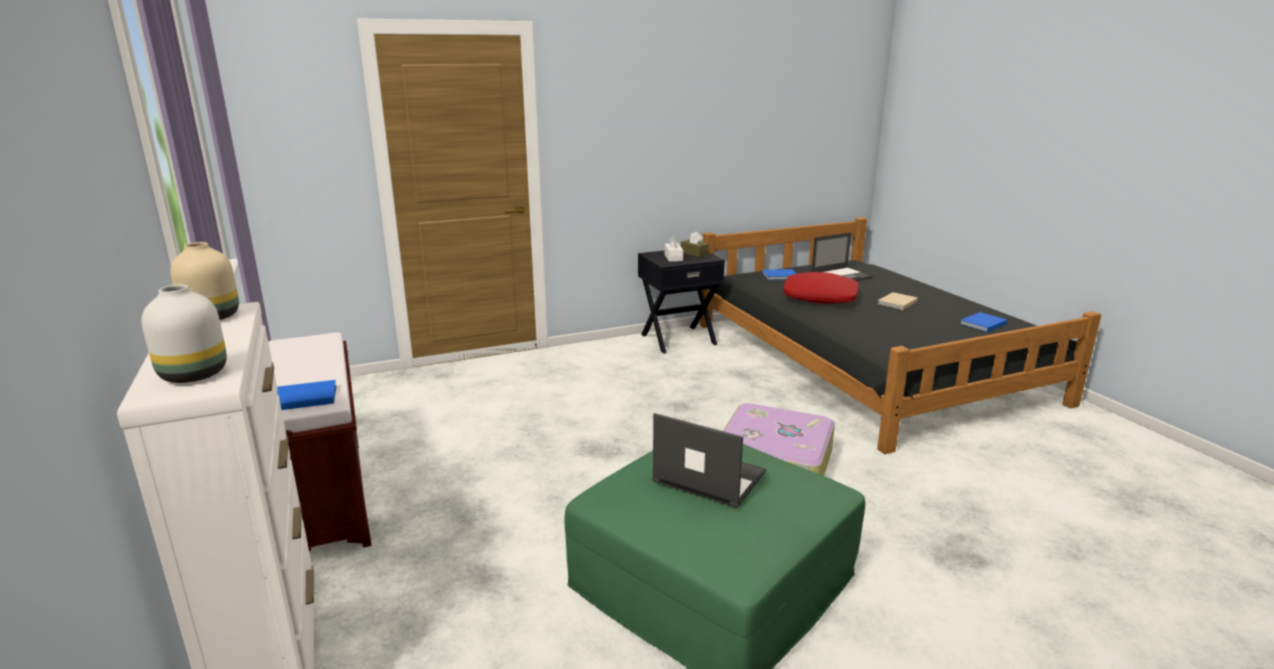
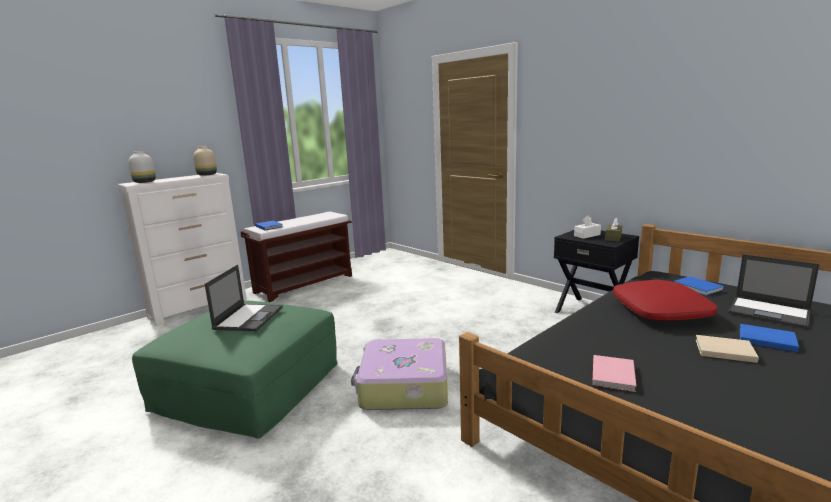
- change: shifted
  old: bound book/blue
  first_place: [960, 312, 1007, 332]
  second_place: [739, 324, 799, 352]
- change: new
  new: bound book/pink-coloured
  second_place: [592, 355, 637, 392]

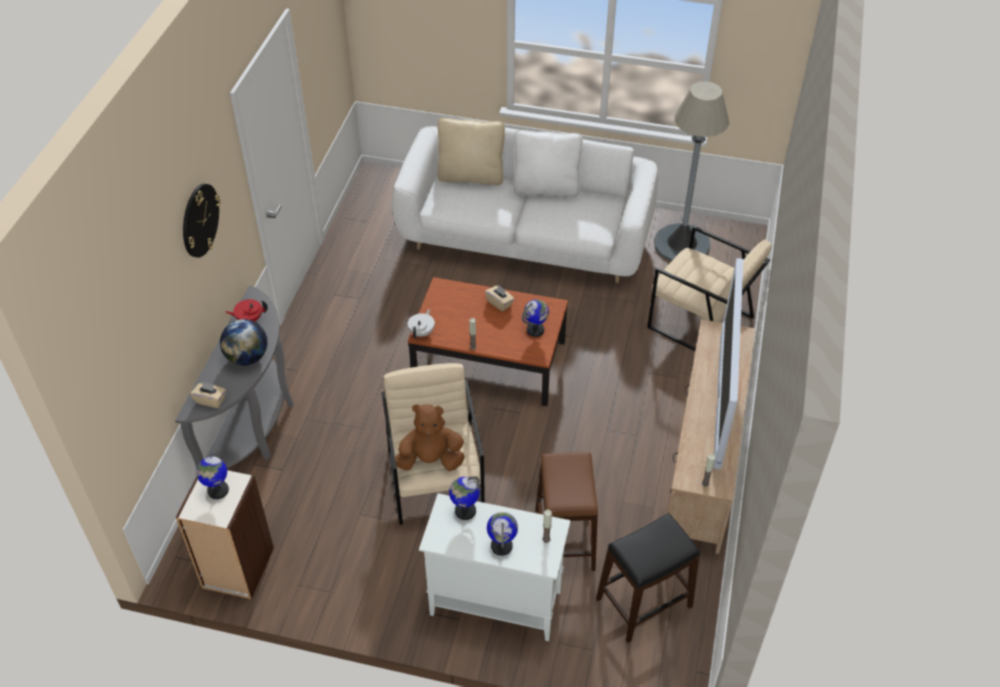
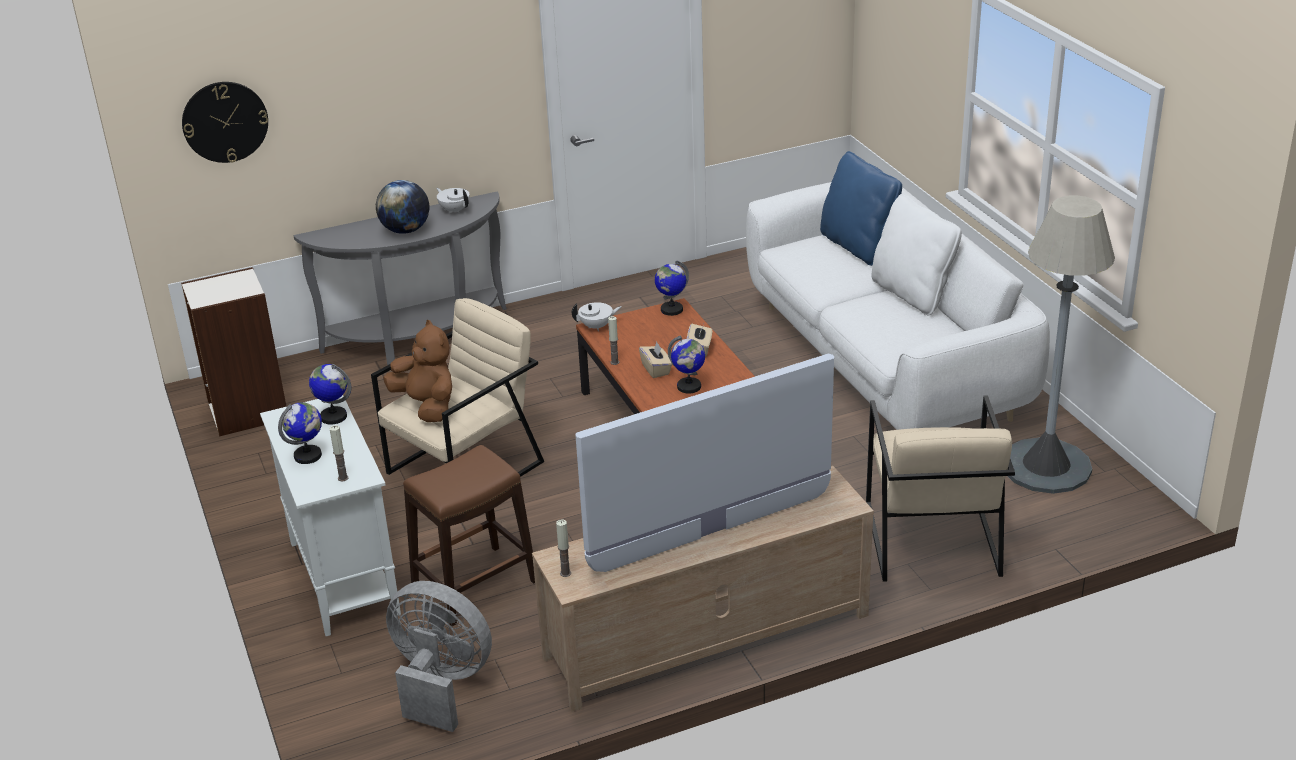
- change: repainted
  old: pillow/beige-coloured
  new: pillow/blue
  first_place: [437, 118, 505, 185]
  second_place: [820, 151, 902, 266]
- change: shifted
  old: hanging clock
  first_place: [183, 184, 221, 258]
  second_place: [182, 82, 268, 163]
- change: repainted
  old: pot for tea/red
  new: pot for tea/white-coloured
  first_place: [225, 299, 268, 322]
  second_place: [436, 188, 470, 213]
- change: shifted
  old: tissue box/beige-coloured
  first_place: [190, 381, 226, 408]
  second_place: [639, 342, 672, 378]
- change: shifted
  old: globe
  first_place: [196, 452, 229, 499]
  second_place: [655, 261, 689, 316]
- change: swapped
  old: stool seat/blackish
  new: cooling fan/greyish
  first_place: [596, 513, 700, 643]
  second_place: [386, 581, 492, 732]

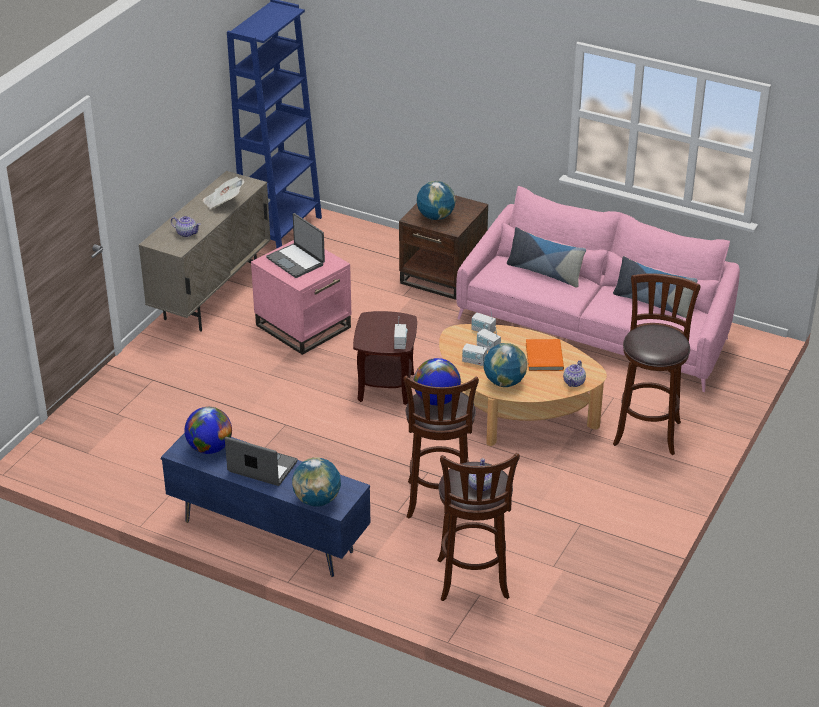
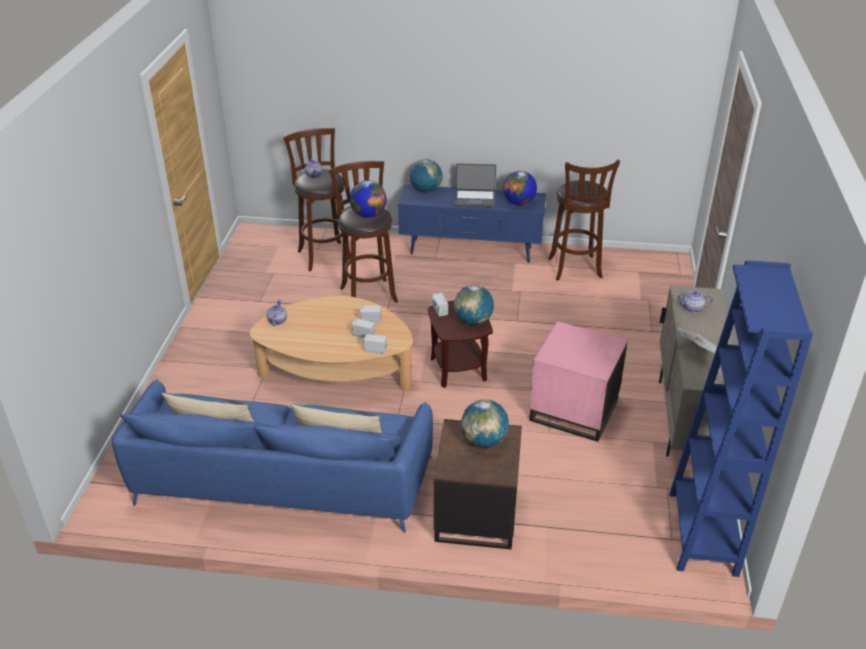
- change: repainted
  old: couch/pink-coloured
  new: couch/blue
  first_place: [456, 186, 740, 392]
  second_place: [112, 379, 433, 533]
- change: gone
  old: laptop
  first_place: [266, 213, 325, 278]
- change: shifted
  old: stool seat/brown
  first_place: [613, 273, 701, 455]
  second_place: [548, 160, 620, 281]
- change: gone
  old: bound book/orangey
  first_place: [526, 339, 564, 371]
- change: shifted
  old: globe
  first_place: [483, 343, 527, 387]
  second_place: [454, 285, 494, 325]

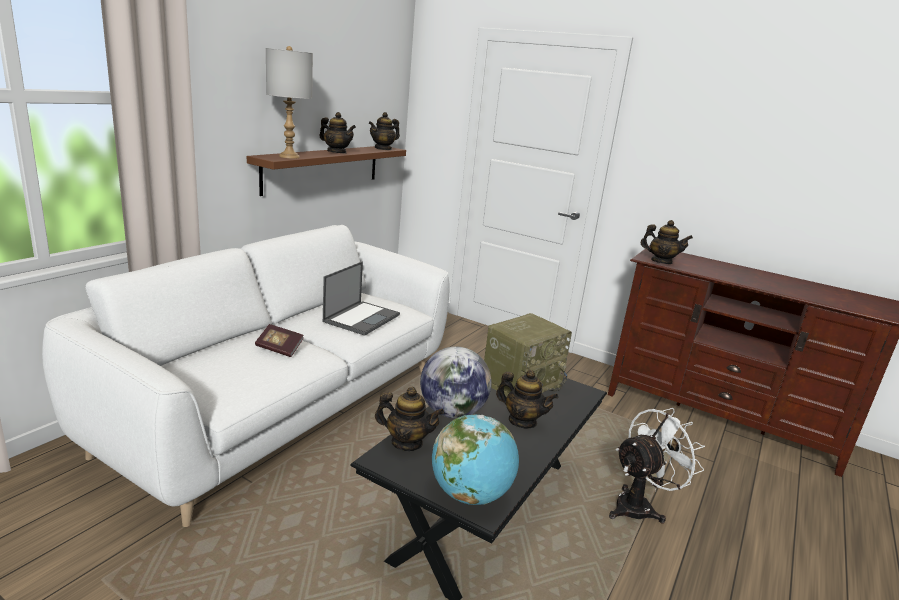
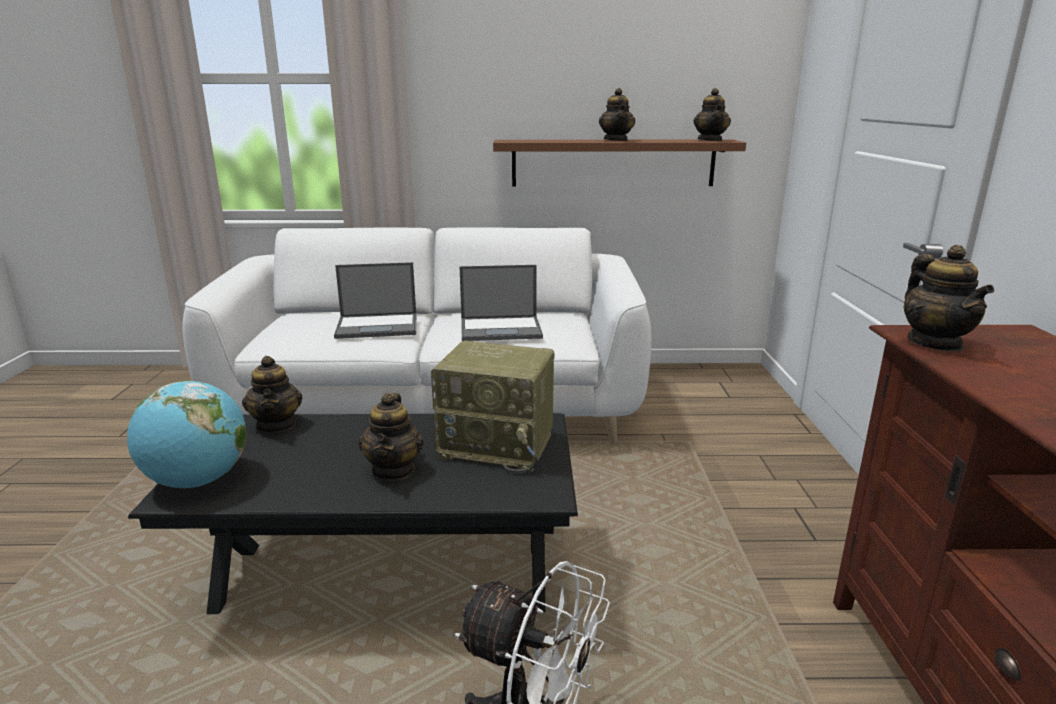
- change: gone
  old: lamp for a table/greyish
  first_place: [266, 46, 313, 159]
- change: rotated
  old: pot for tea
  first_place: [369, 112, 400, 150]
  second_place: [693, 88, 731, 141]
  degrees: -105
- change: swapped
  old: bound book
  new: laptop
  first_place: [255, 324, 304, 357]
  second_place: [334, 262, 416, 339]
- change: gone
  old: globe
  first_place: [420, 347, 492, 418]

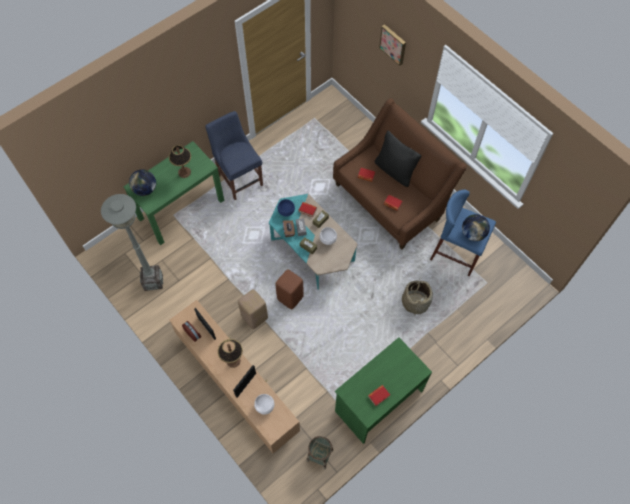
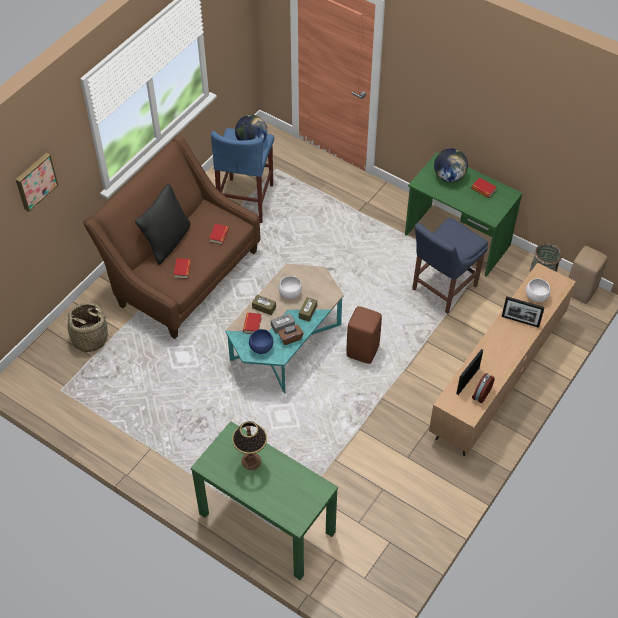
- change: shifted
  old: plain chair/blue
  first_place: [205, 111, 263, 200]
  second_place: [412, 217, 488, 314]
- change: shifted
  old: globe
  first_place: [129, 169, 156, 196]
  second_place: [434, 148, 468, 182]
- change: gone
  old: standing lamp/greyish
  first_place: [101, 194, 163, 291]
- change: shifted
  old: basket
  first_place: [402, 277, 433, 315]
  second_place: [60, 302, 113, 352]
- change: shifted
  old: stool seat/beige-coloured
  first_place: [238, 289, 268, 329]
  second_place: [568, 246, 608, 304]
- change: gone
  old: lamp for a table
  first_place: [218, 339, 243, 368]

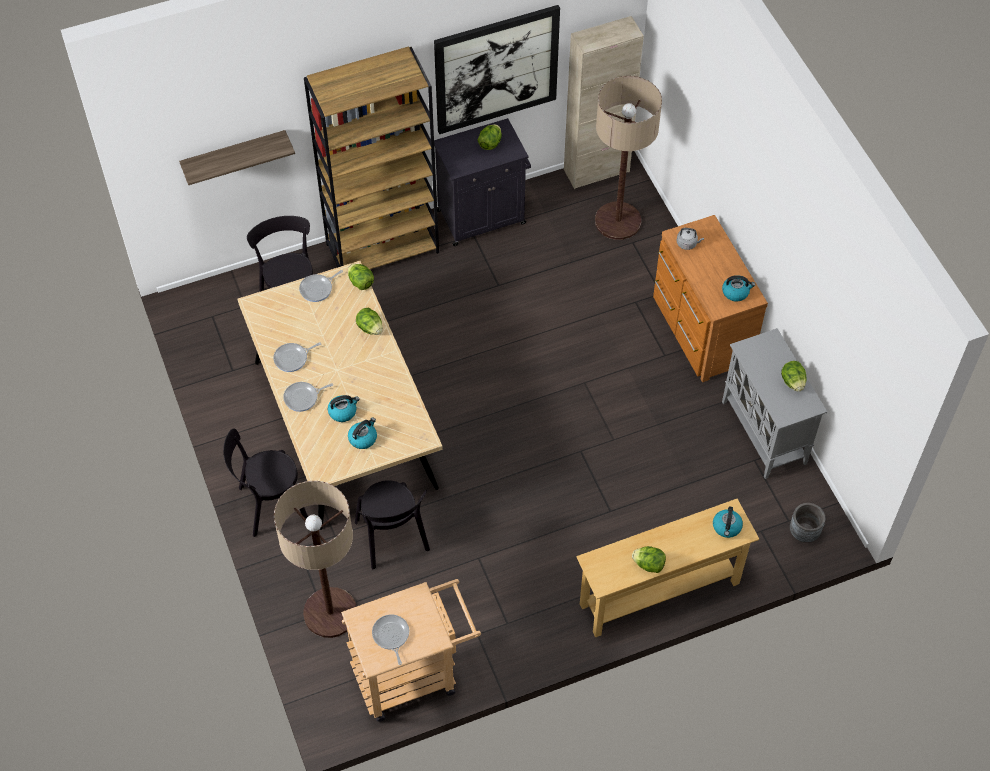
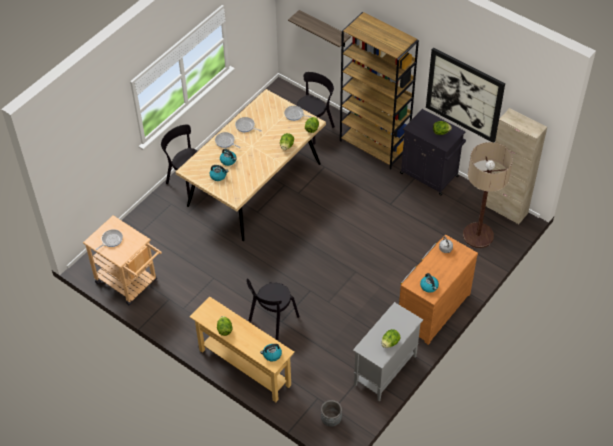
- change: shifted
  old: plain chair/blackish
  first_place: [355, 480, 430, 569]
  second_place: [247, 279, 300, 340]
- change: gone
  old: standing lamp
  first_place: [274, 481, 357, 638]

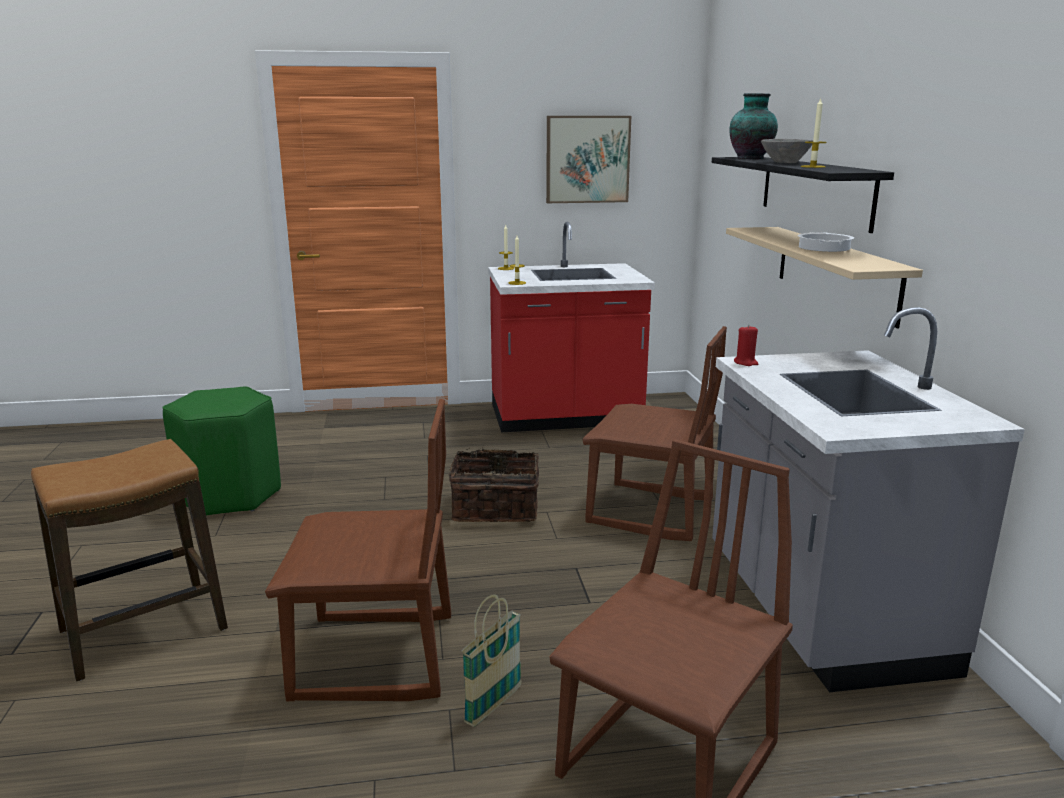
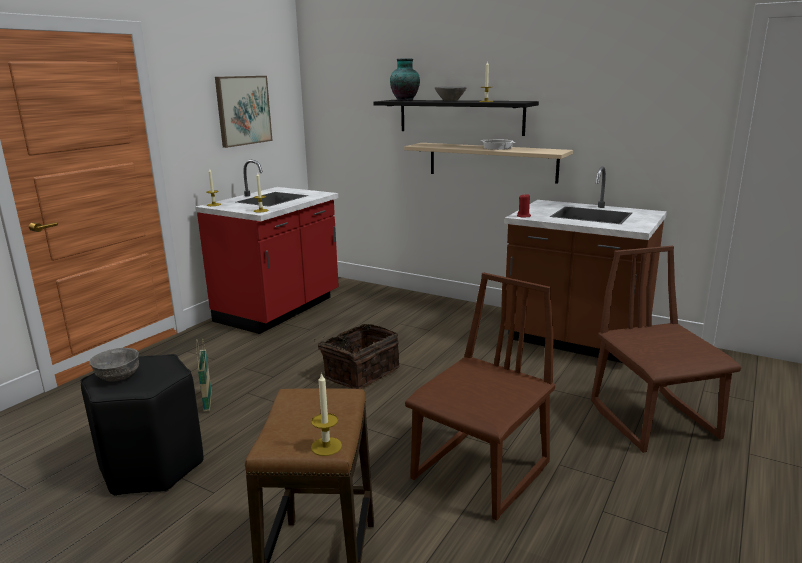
- change: repainted
  old: kitchen base unit/greyish
  new: kitchen base unit/brown
  first_place: [712, 307, 1025, 692]
  second_place: [505, 167, 667, 363]
- change: gone
  old: plain chair/brown
  first_place: [583, 326, 727, 541]
- change: repainted
  old: stool seat/green-coloured
  new: stool seat/blackish
  first_place: [162, 386, 281, 516]
  second_place: [80, 354, 203, 496]
- change: shifted
  old: basket
  first_place: [461, 594, 522, 727]
  second_place: [196, 339, 212, 412]
- change: new
  new: serving bowl/greyish
  second_place: [89, 348, 139, 381]
- change: new
  new: wax candle
  second_place: [311, 372, 342, 456]

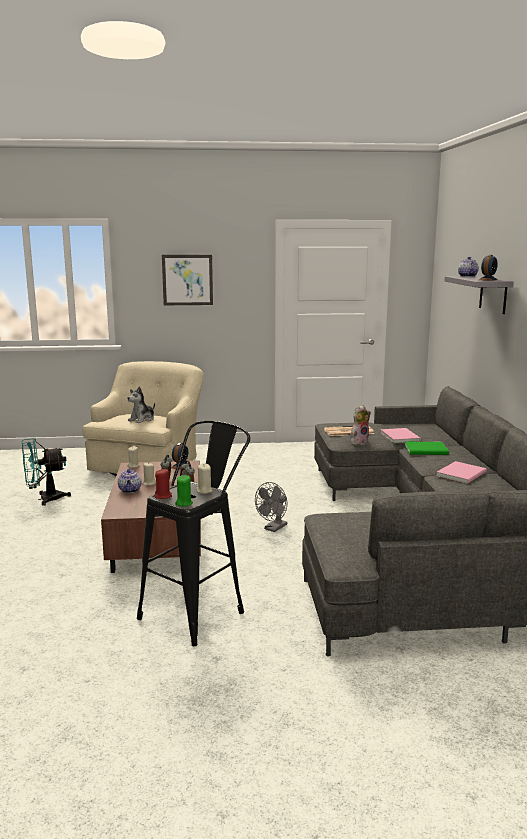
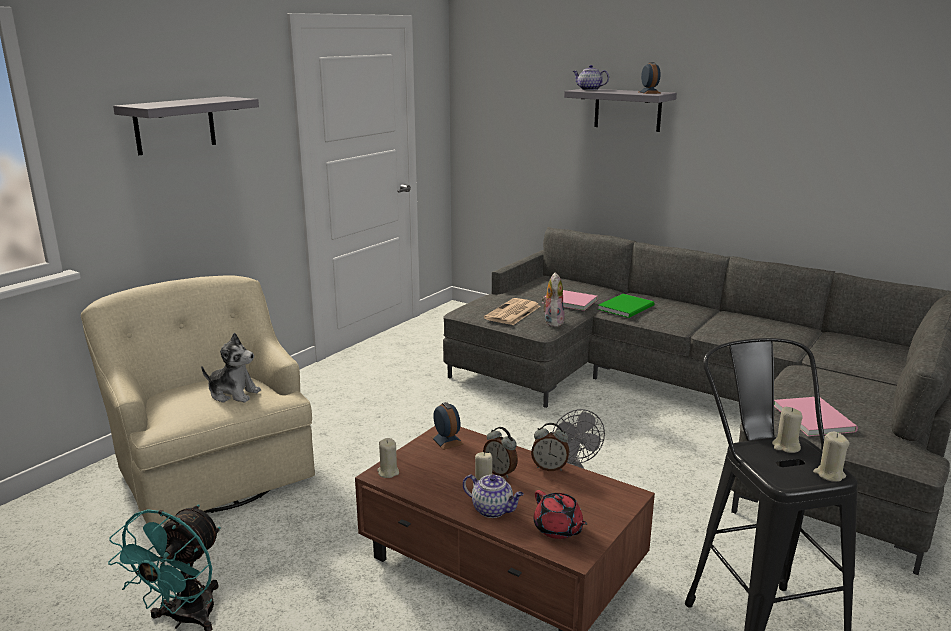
- change: swapped
  old: picture
  new: wall shelf/greyish
  first_place: [162, 255, 213, 305]
  second_place: [113, 96, 259, 155]
- change: rotated
  old: plush toy
  first_place: [128, 386, 155, 423]
  second_place: [201, 333, 261, 402]
  degrees: -60
- change: shifted
  old: bound book/pink-coloured
  first_place: [436, 461, 487, 484]
  second_place: [774, 397, 858, 436]
- change: gone
  old: wax candle/red
  first_place: [155, 469, 172, 499]
- change: repainted
  old: wax candle/green-coloured
  new: wax candle/beige-coloured
  first_place: [175, 475, 193, 507]
  second_place: [813, 432, 850, 482]
- change: new
  new: pot for tea/red
  second_place: [534, 490, 587, 539]

